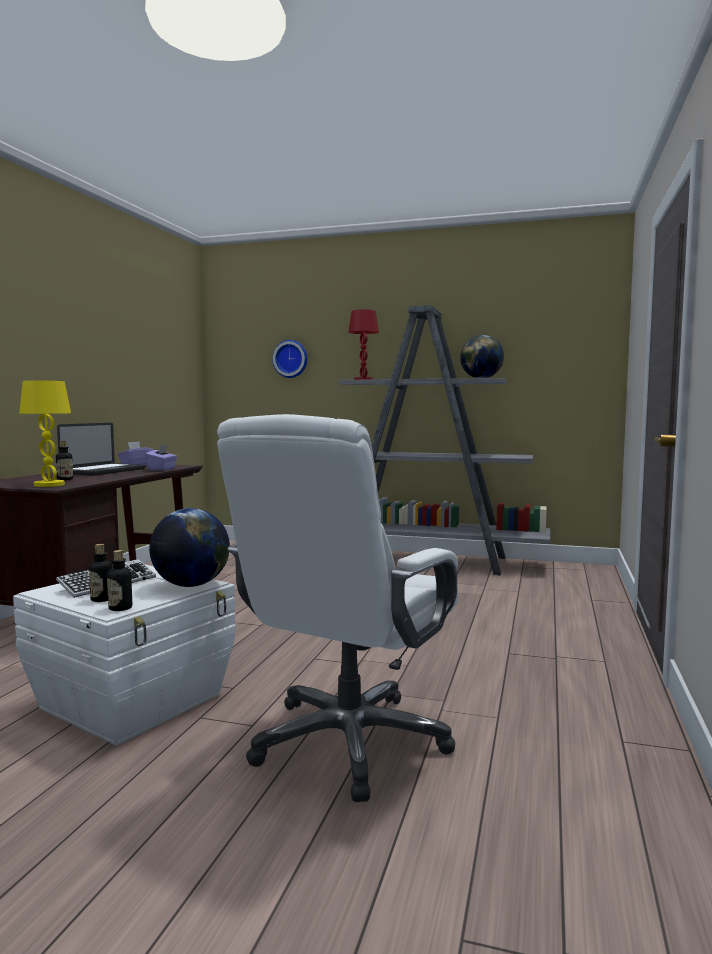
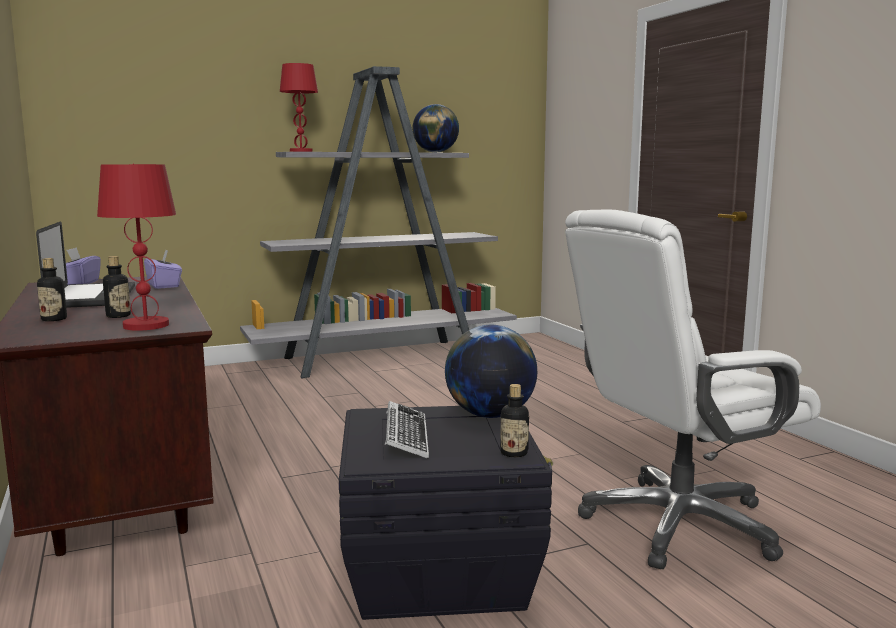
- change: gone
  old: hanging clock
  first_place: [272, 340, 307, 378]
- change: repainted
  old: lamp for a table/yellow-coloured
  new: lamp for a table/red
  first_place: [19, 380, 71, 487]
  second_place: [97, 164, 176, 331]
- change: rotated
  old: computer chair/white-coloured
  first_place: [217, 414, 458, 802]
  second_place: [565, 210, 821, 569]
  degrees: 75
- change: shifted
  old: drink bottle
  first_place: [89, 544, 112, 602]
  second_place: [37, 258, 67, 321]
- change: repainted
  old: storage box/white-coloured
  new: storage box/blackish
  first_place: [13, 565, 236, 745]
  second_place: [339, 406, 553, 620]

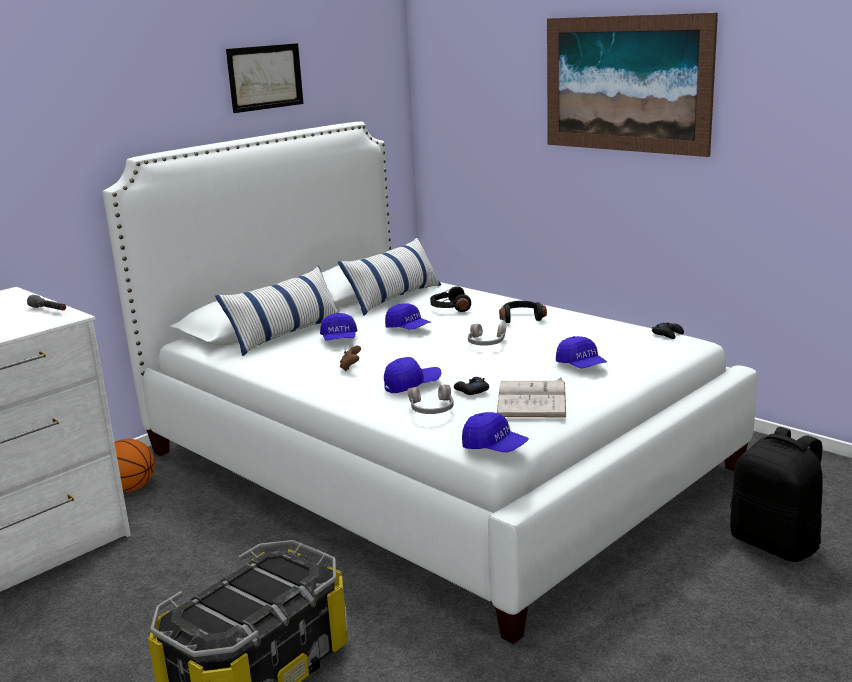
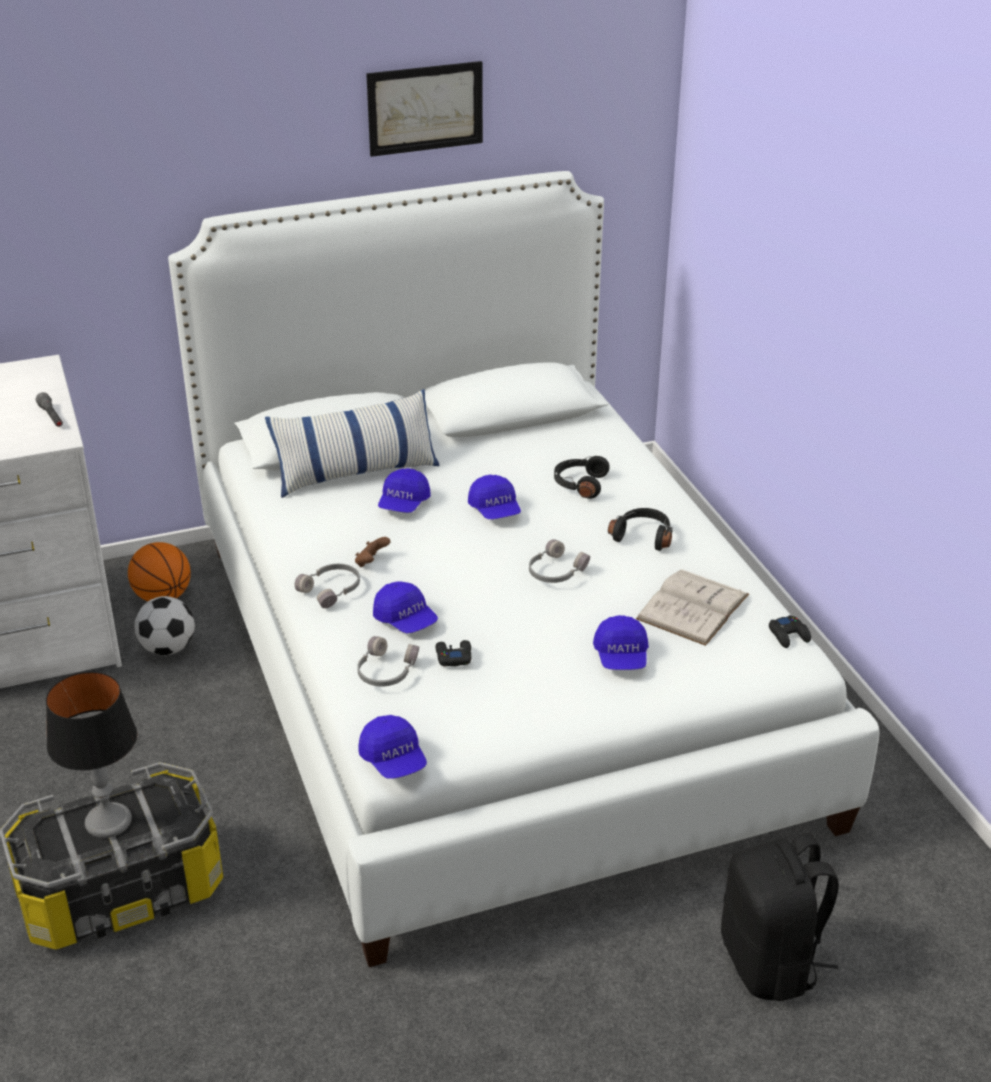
- change: gone
  old: picture
  first_place: [547, 13, 718, 157]
- change: gone
  old: pillow
  first_place: [338, 237, 441, 316]
- change: rotated
  old: peaked cap/blue
  first_place: [384, 357, 441, 393]
  second_place: [373, 581, 438, 633]
  degrees: 45
- change: shifted
  old: bound book/white-coloured
  first_place: [497, 377, 566, 418]
  second_place: [636, 569, 749, 646]
- change: new
  new: pair of headphones/greyish
  second_place: [295, 564, 360, 608]
- change: new
  new: football ball
  second_place: [134, 596, 195, 655]
- change: new
  new: lamp for a table
  second_place: [46, 672, 137, 838]

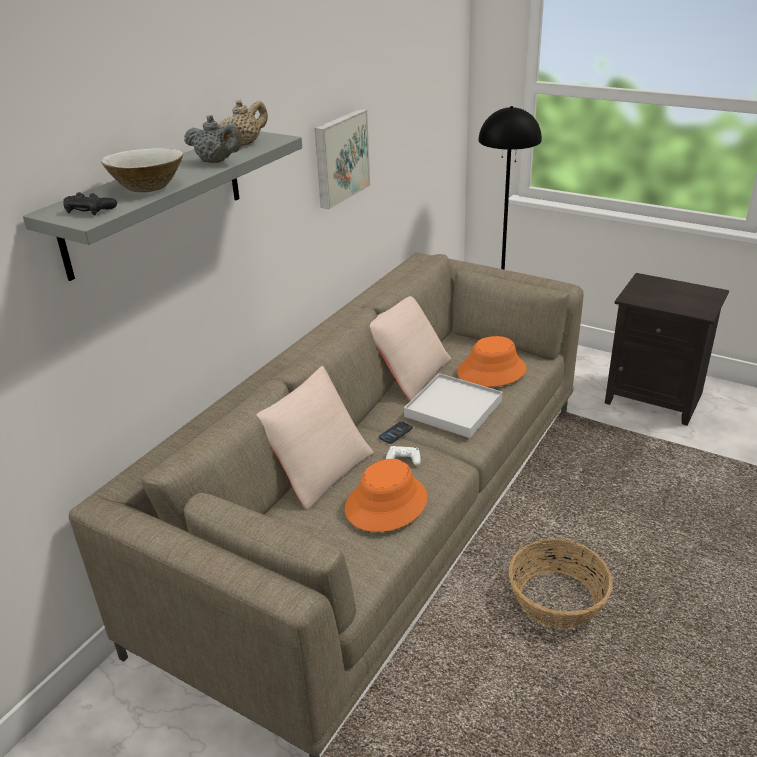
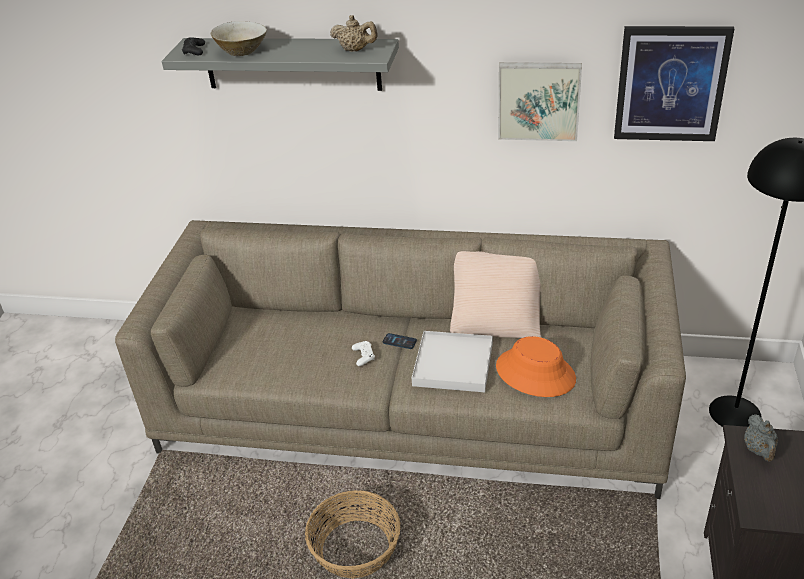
- change: shifted
  old: pot for tea/greyish
  first_place: [184, 115, 242, 163]
  second_place: [744, 414, 778, 462]
- change: gone
  old: pillow/beige-coloured
  first_place: [257, 366, 374, 510]
- change: gone
  old: wearable hat/orangey
  first_place: [345, 459, 428, 532]
- change: new
  new: picture
  second_place: [614, 26, 734, 141]

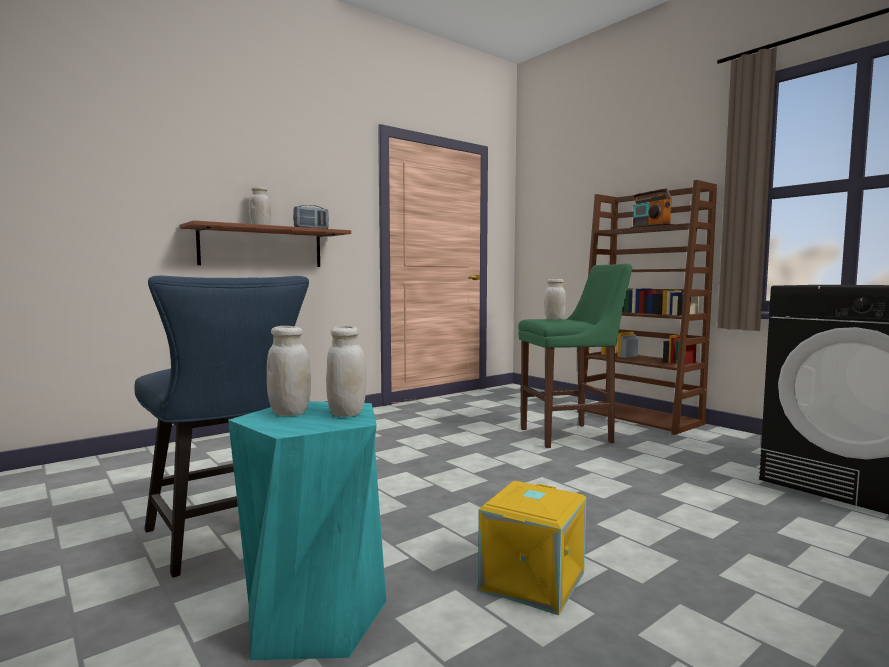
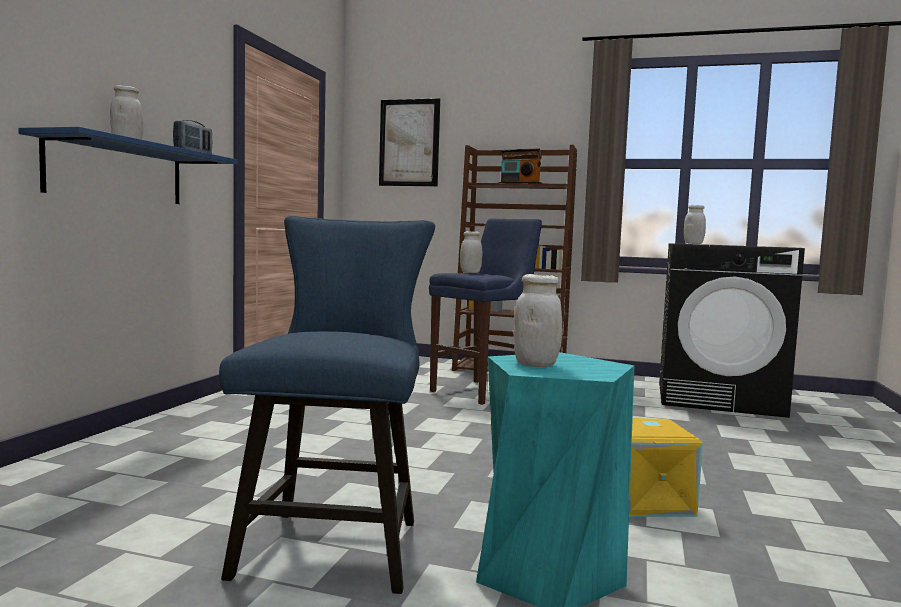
- change: repainted
  old: wall shelf/brown
  new: wall shelf/blue
  first_place: [179, 220, 351, 267]
  second_place: [18, 127, 238, 204]
- change: repainted
  old: stool seat/green-coloured
  new: stool seat/blue
  first_place: [518, 264, 632, 448]
  second_place: [429, 219, 542, 405]
- change: rotated
  old: plain chair/blue
  first_place: [134, 275, 309, 577]
  second_place: [219, 216, 435, 594]
  degrees: -105
- change: shifted
  old: preserve jar/white-coloured
  first_place: [326, 326, 367, 417]
  second_place: [684, 205, 706, 244]
- change: new
  new: picture
  second_place: [379, 98, 440, 186]

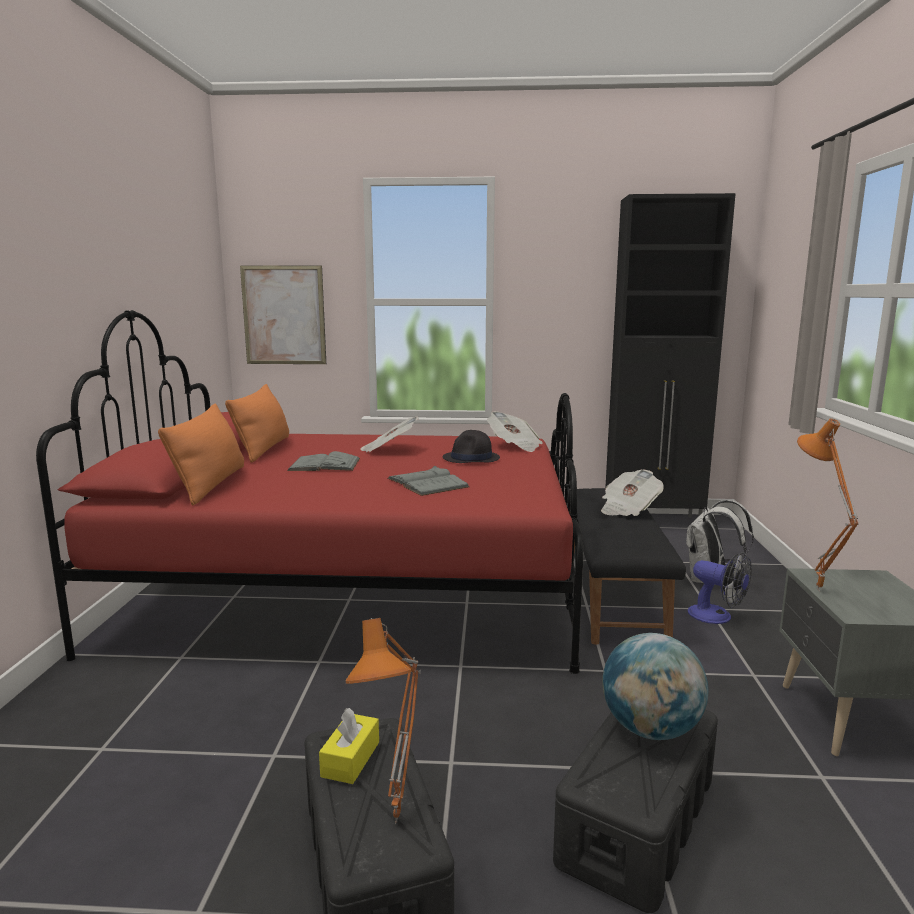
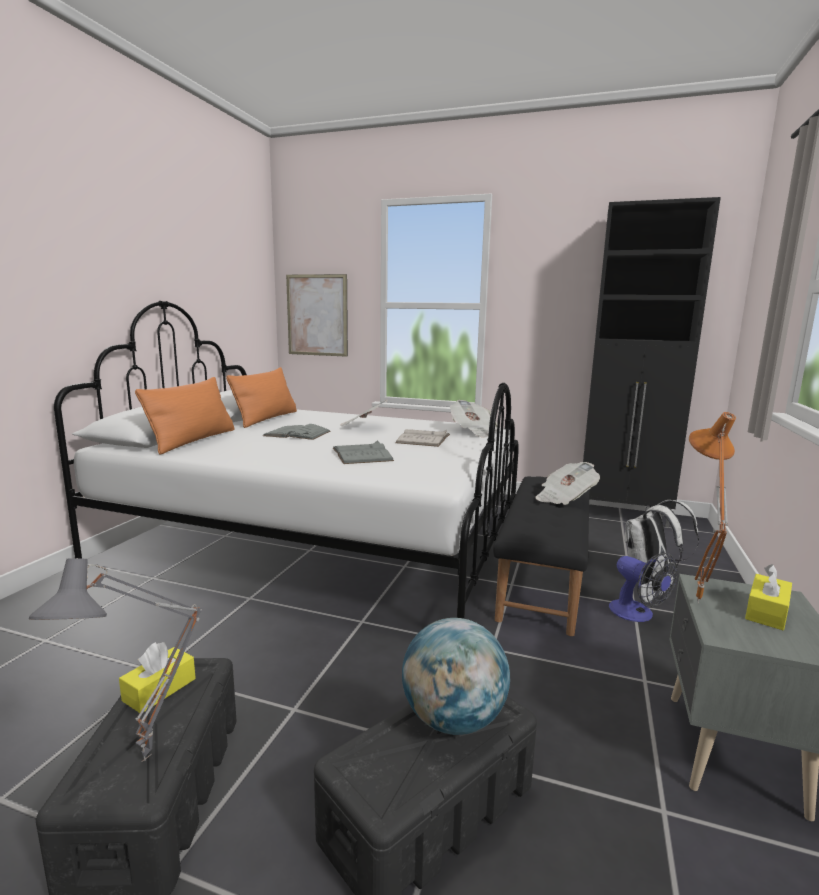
- change: repainted
  old: sleeping bed/red
  new: sleeping bed/white-coloured
  first_place: [36, 310, 583, 674]
  second_place: [54, 301, 519, 619]
- change: swapped
  old: wearable hat/blackish
  new: bound book/white-coloured
  first_place: [442, 430, 500, 463]
  second_place: [395, 429, 450, 447]
- change: repainted
  old: lamp for a table/orangey
  new: lamp for a table/greyish
  first_place: [346, 618, 421, 824]
  second_place: [29, 558, 202, 762]
- change: new
  new: tissue box/yellow-coloured
  second_place: [745, 564, 792, 630]

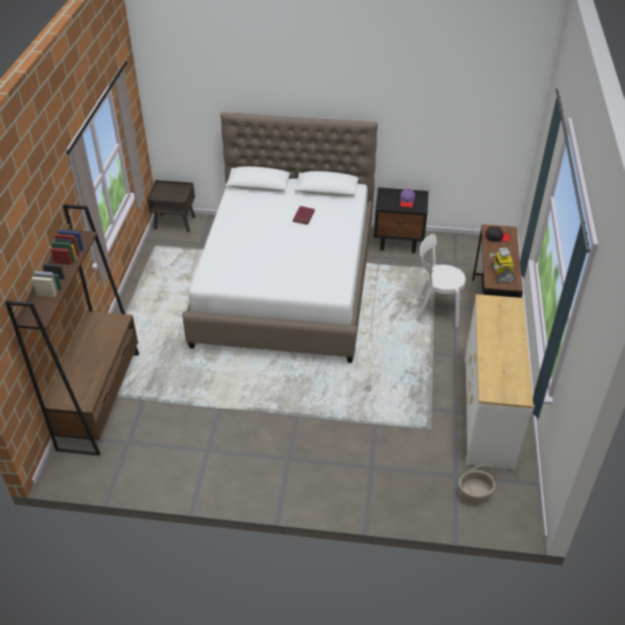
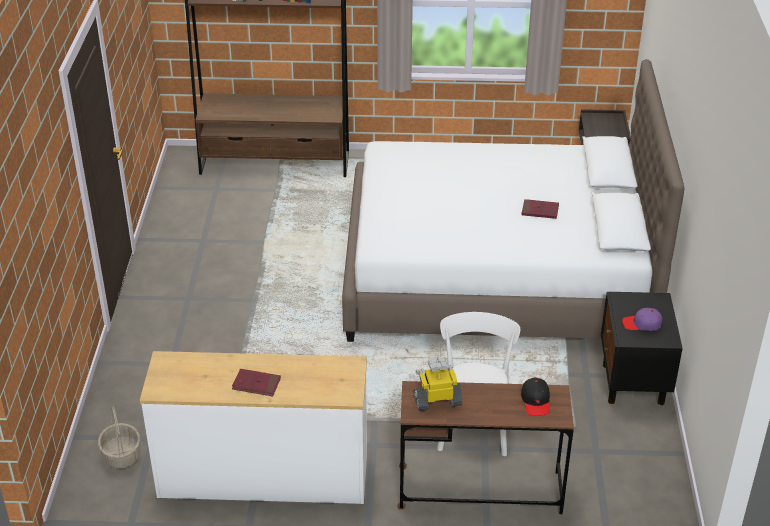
- change: new
  new: bound book/red
  second_place: [232, 369, 281, 397]

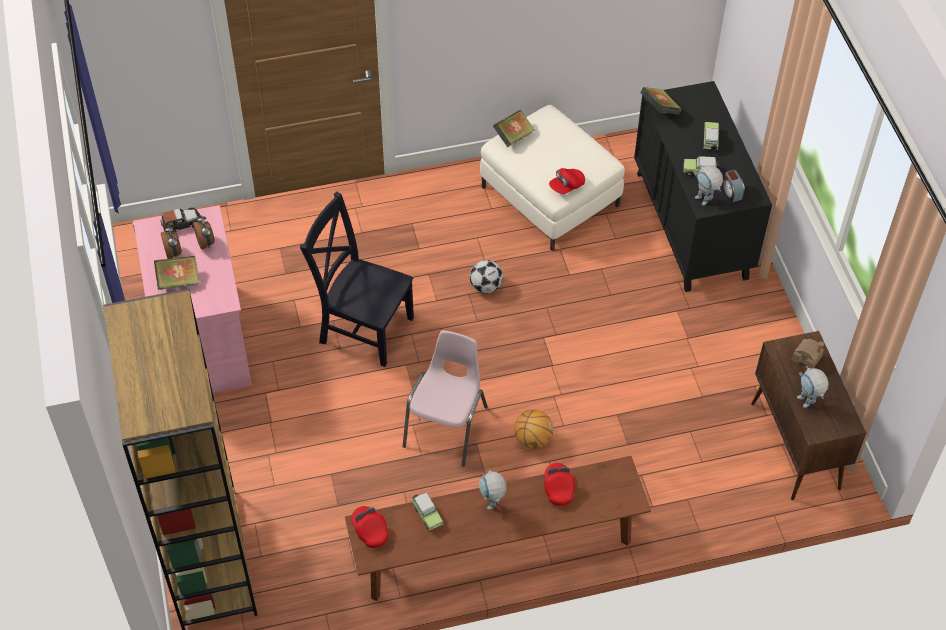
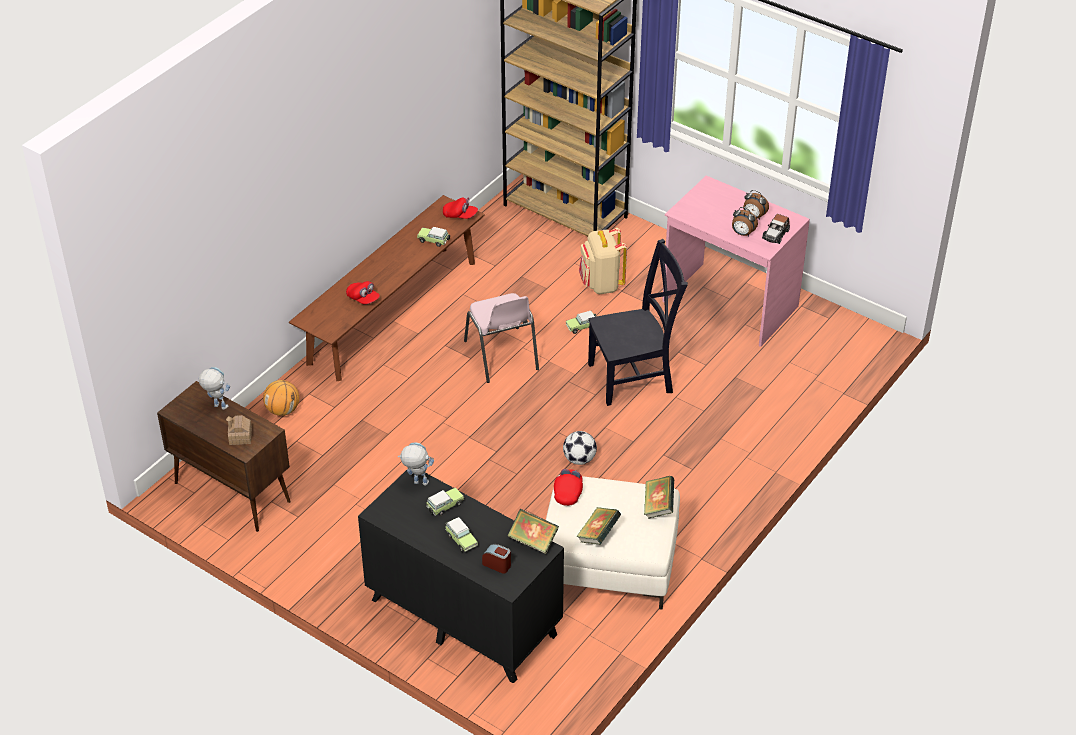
- change: shifted
  old: alarm clock
  first_place: [722, 170, 745, 202]
  second_place: [482, 544, 511, 574]
- change: shifted
  old: bound book
  first_place: [154, 256, 199, 290]
  second_place: [576, 507, 621, 545]
- change: shifted
  old: basketball
  first_place: [514, 409, 553, 449]
  second_place: [263, 380, 299, 416]
- change: gone
  old: robot figure
  first_place: [479, 469, 507, 510]
- change: new
  new: knapsack/beige-coloured
  second_place: [579, 228, 627, 294]
- change: new
  new: miniature car
  second_place: [566, 311, 597, 334]

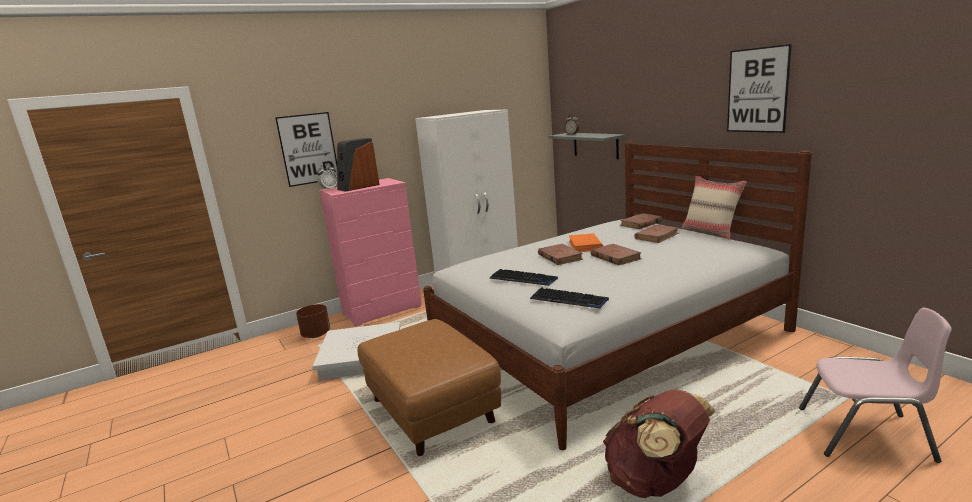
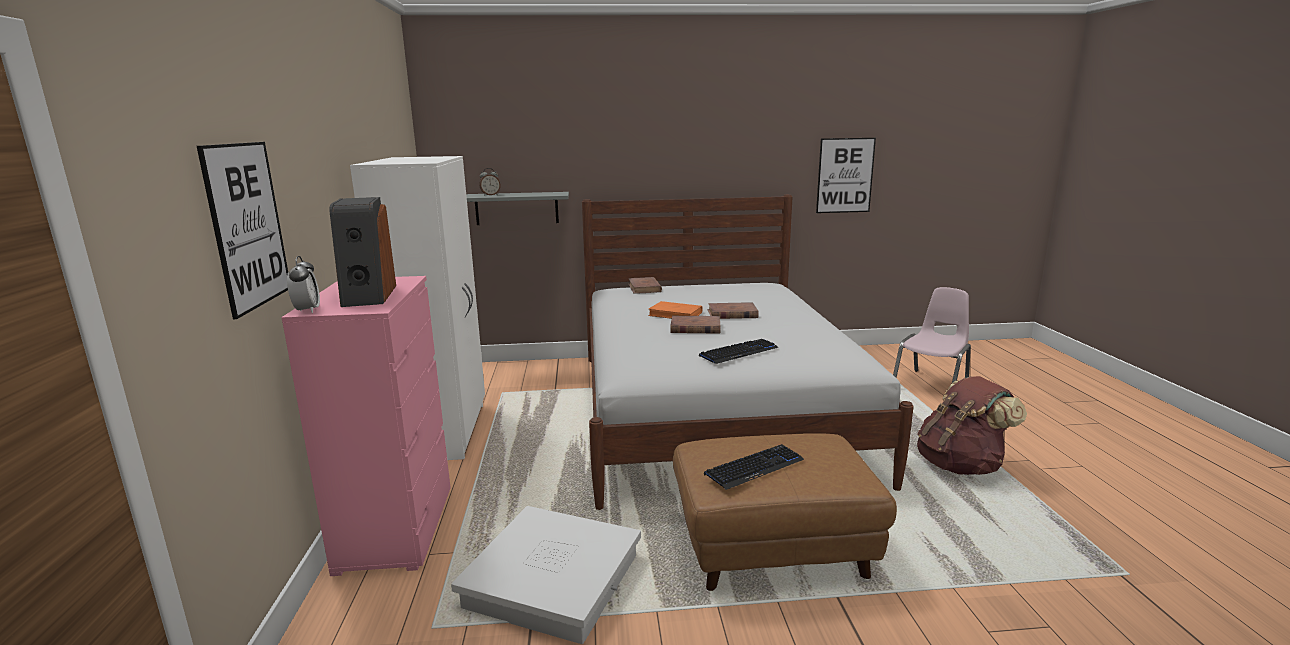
- change: shifted
  old: picture
  first_place: [727, 44, 792, 133]
  second_place: [816, 138, 876, 213]
- change: gone
  old: pillow/beige-coloured
  first_place: [681, 176, 747, 240]
- change: gone
  old: bound book/brown
  first_place: [635, 225, 679, 243]
- change: shifted
  old: computer keyboard
  first_place: [530, 288, 609, 308]
  second_place: [704, 444, 804, 490]
- change: gone
  old: flower pot/brown
  first_place: [296, 304, 330, 338]

